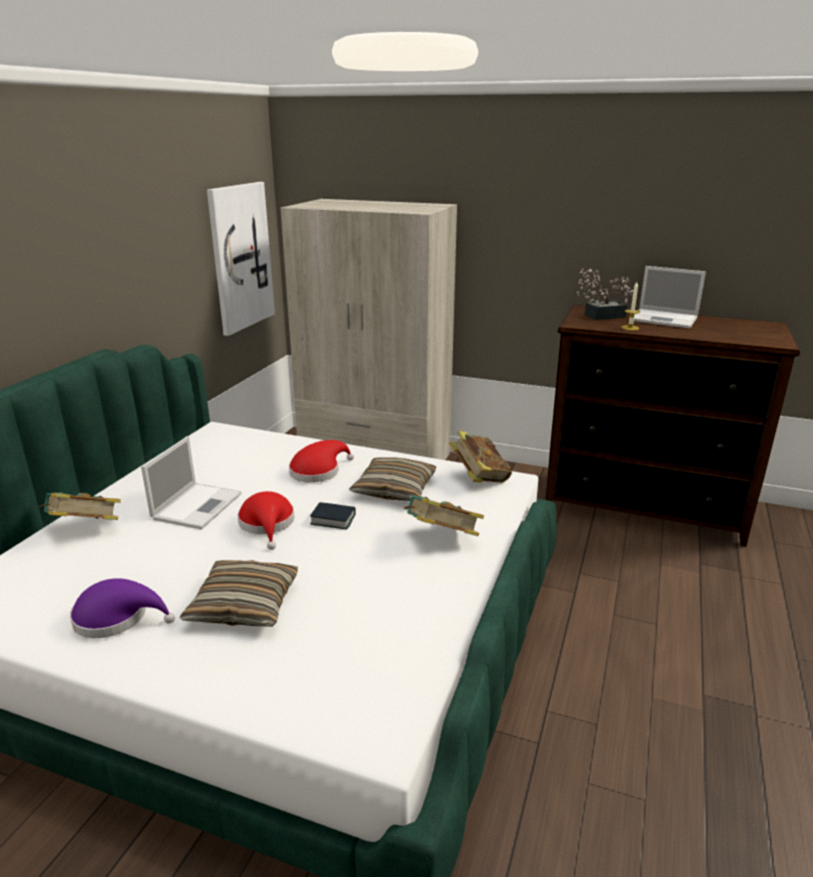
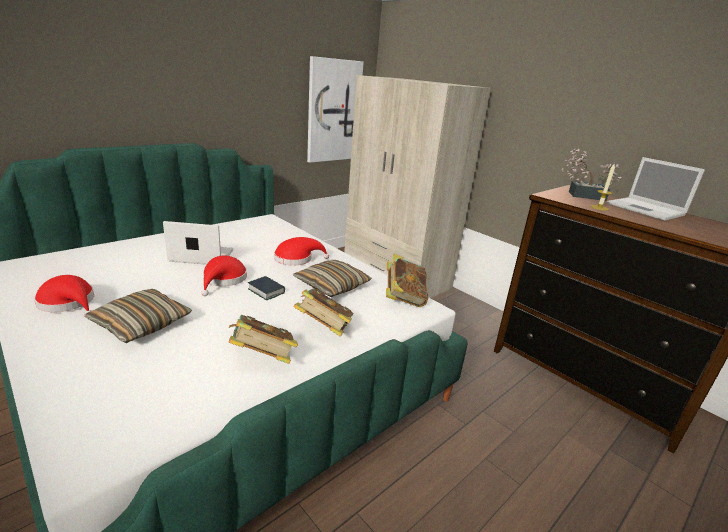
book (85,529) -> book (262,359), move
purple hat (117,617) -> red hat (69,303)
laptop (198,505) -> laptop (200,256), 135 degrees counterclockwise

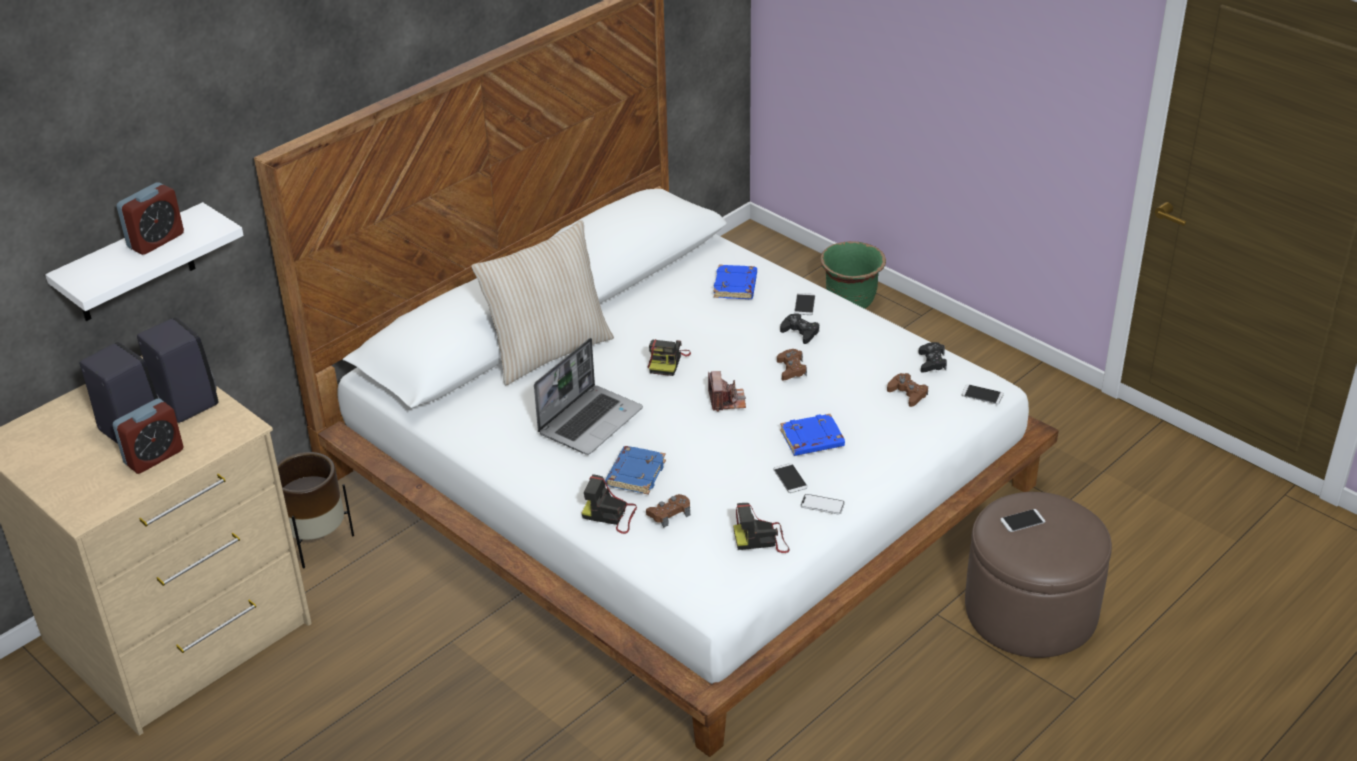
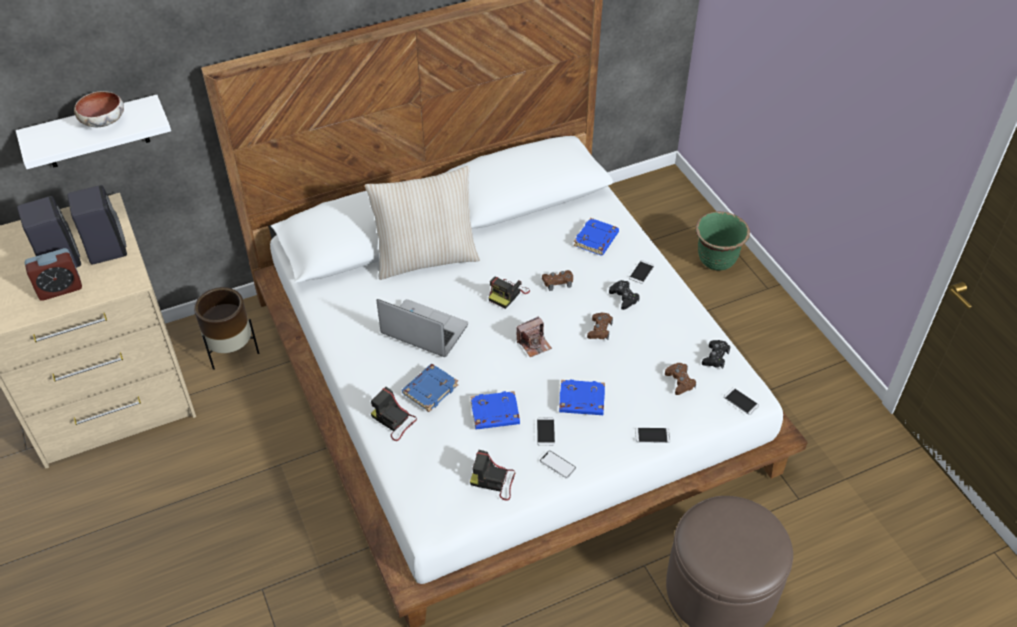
alarm clock (156,241) -> bowl (104,121)
laptop (590,421) -> laptop (423,330), 120 degrees counterclockwise
brown game controller (669,514) -> brown game controller (557,282), move
photo camera (726,400) -> photo camera (534,344), 45 degrees clockwise
phone (1022,521) -> phone (652,435), move
none -> blue book (494,414)

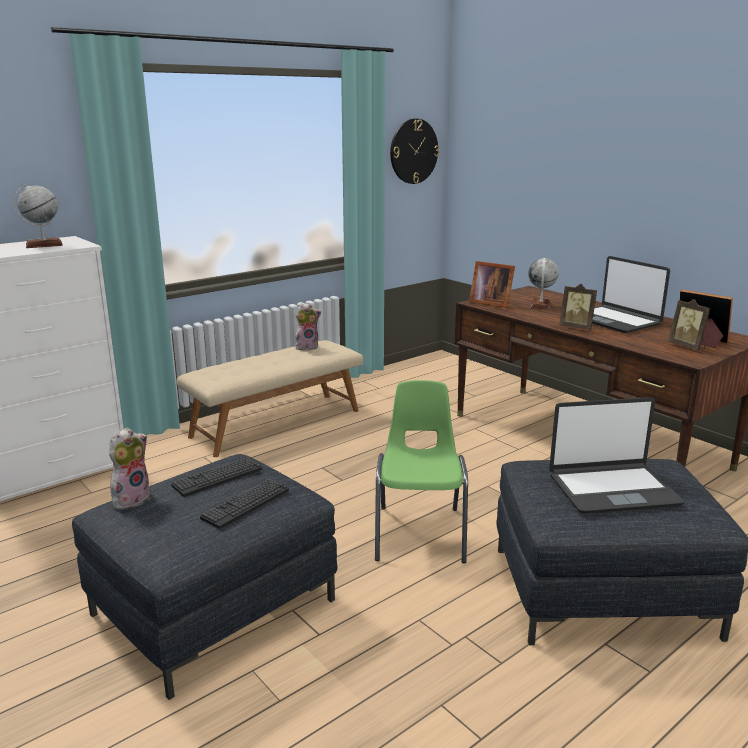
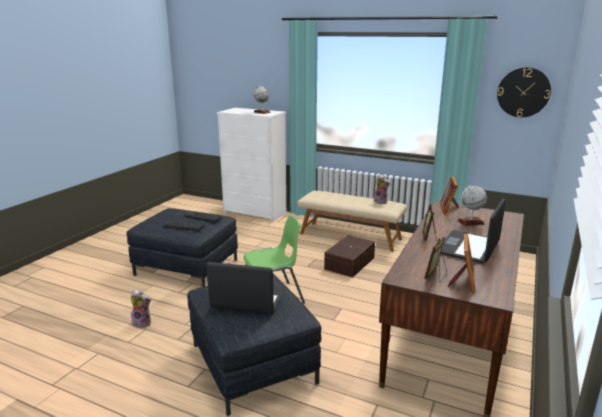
plush toy (131,499) -> plush toy (143,323), move
laptop (612,489) -> laptop (247,300), 135 degrees clockwise
none -> brown storage box (348,263)

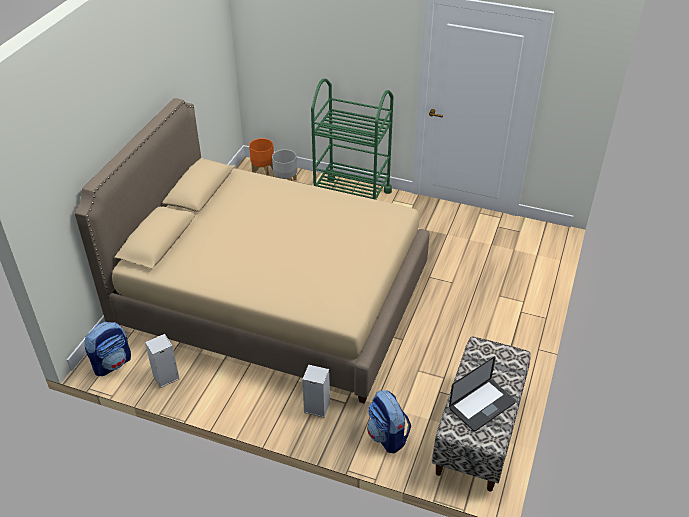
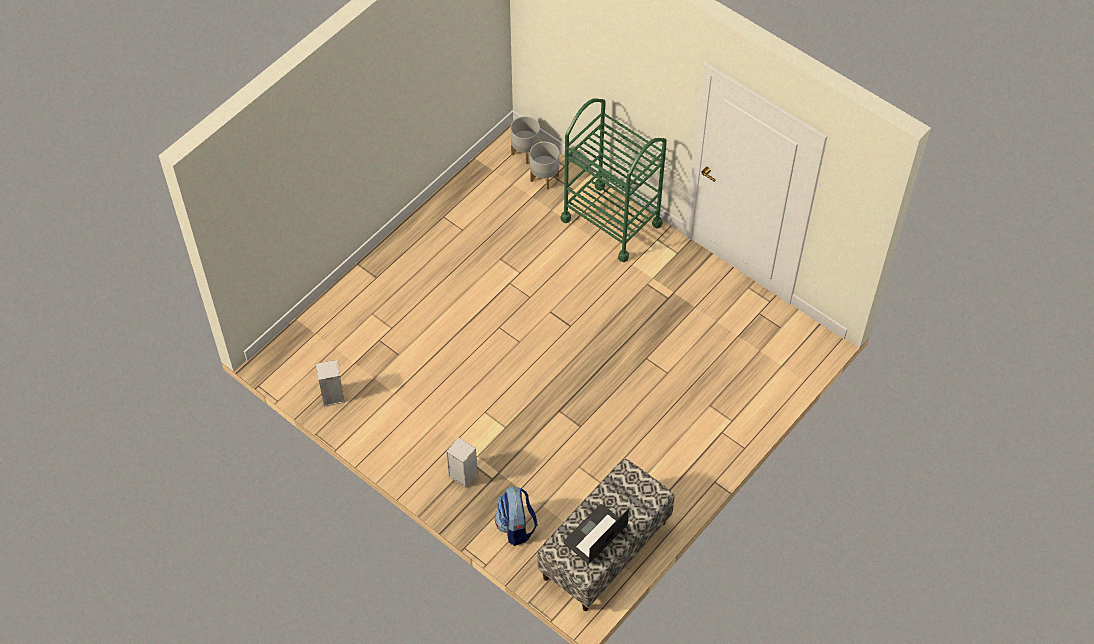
beige bed (273,299) -> none
backpack (112,363) -> none
orange planter (263,171) -> grey planter (525,152)
laptop (482,405) -> laptop (595,534), 150 degrees clockwise

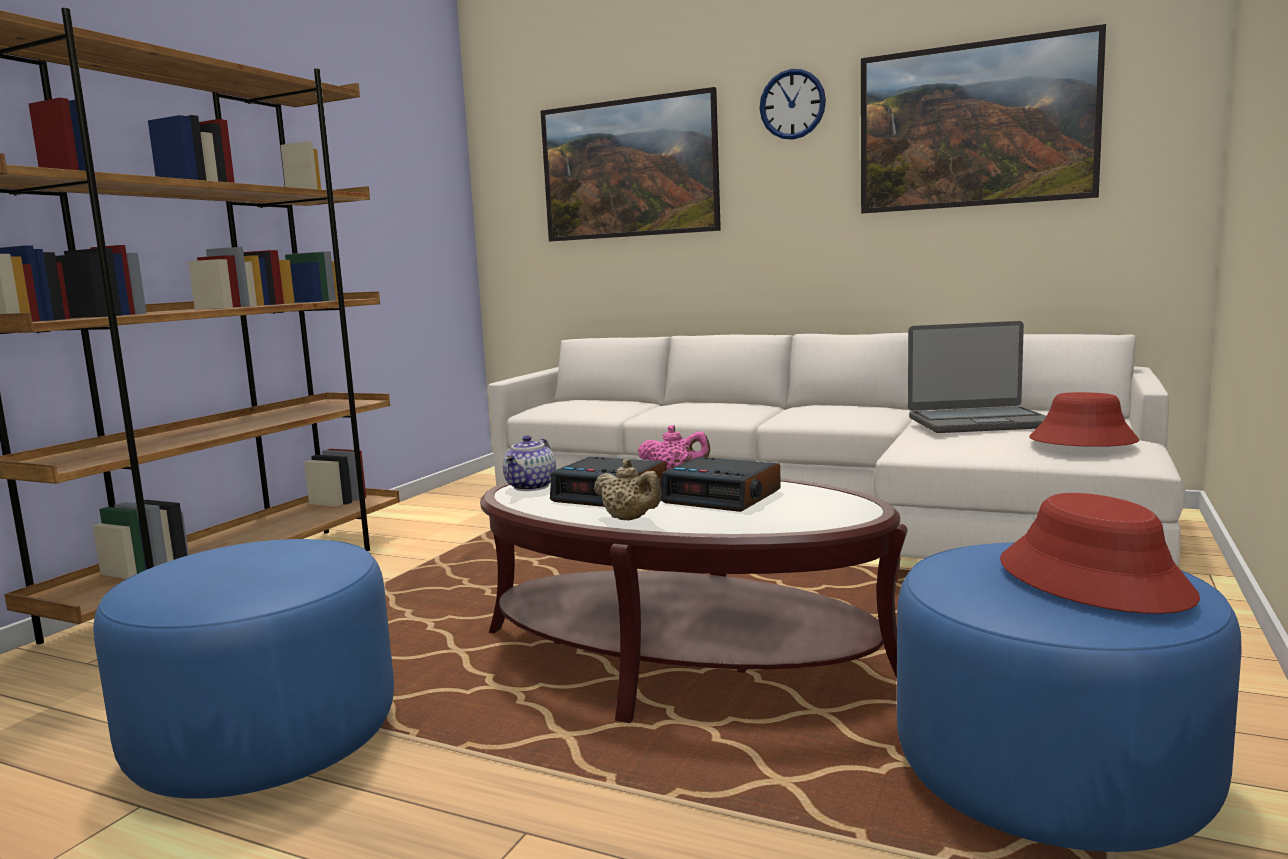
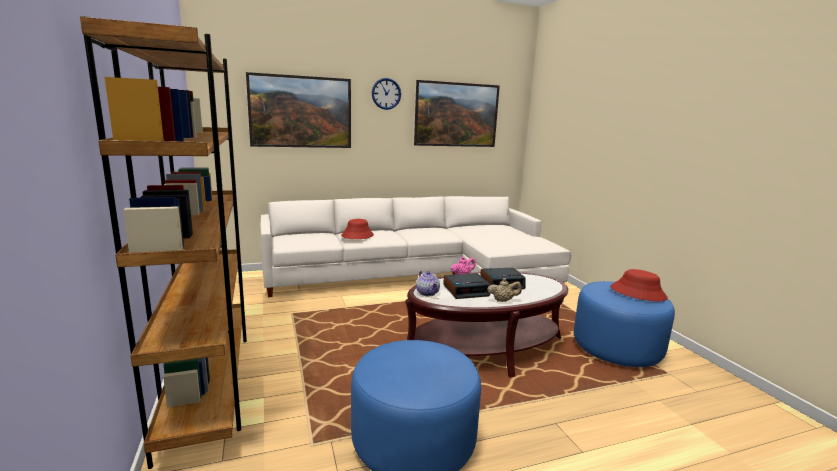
laptop (978,422) -> none
red hat (1082,441) -> red hat (357,236), move

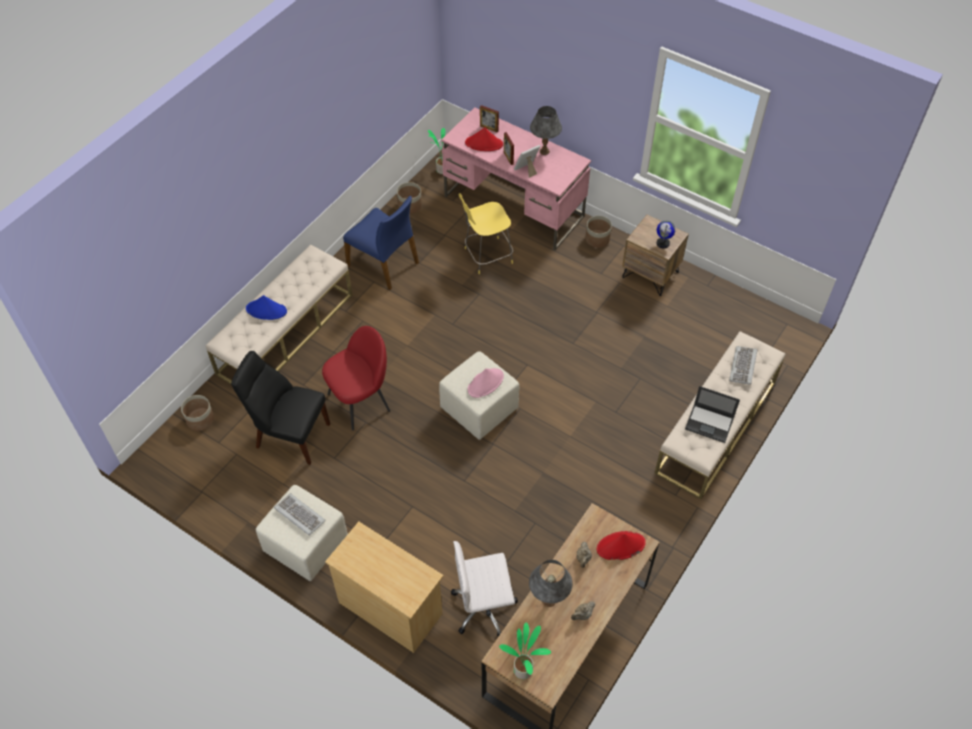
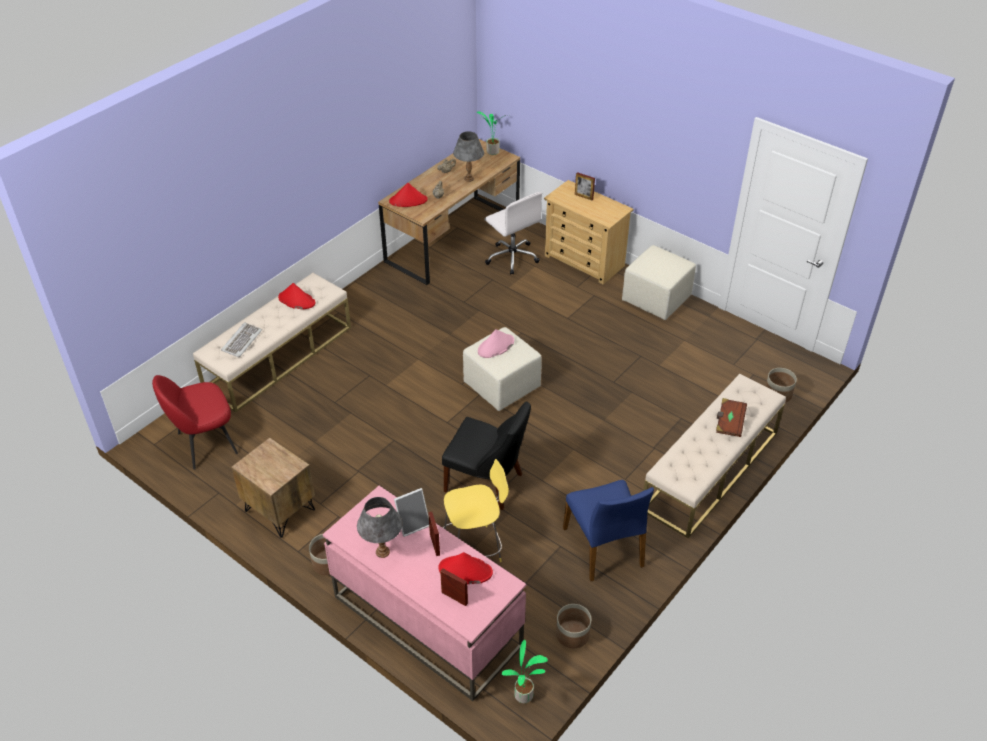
black chair (289,435) -> black chair (487,483), move
blue hat (266,310) -> brown book (729,423)
keyboard (299,515) -> none
red chair (360,401) -> red chair (205,443), move
blue chair (384,264) -> blue chair (604,547), 150 degrees counterclockwise
white office chair (484,607) -> white office chair (512,257), 60 degrees clockwise
globe (663,243) -> none
laptop (710,423) -> red hat (296,300)
none -> picture frame (584,196)

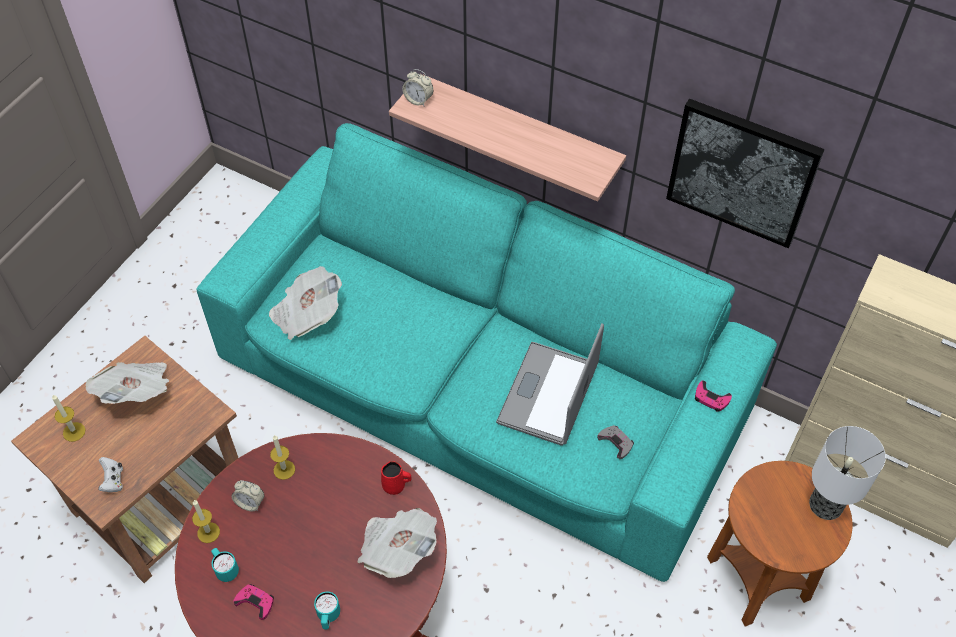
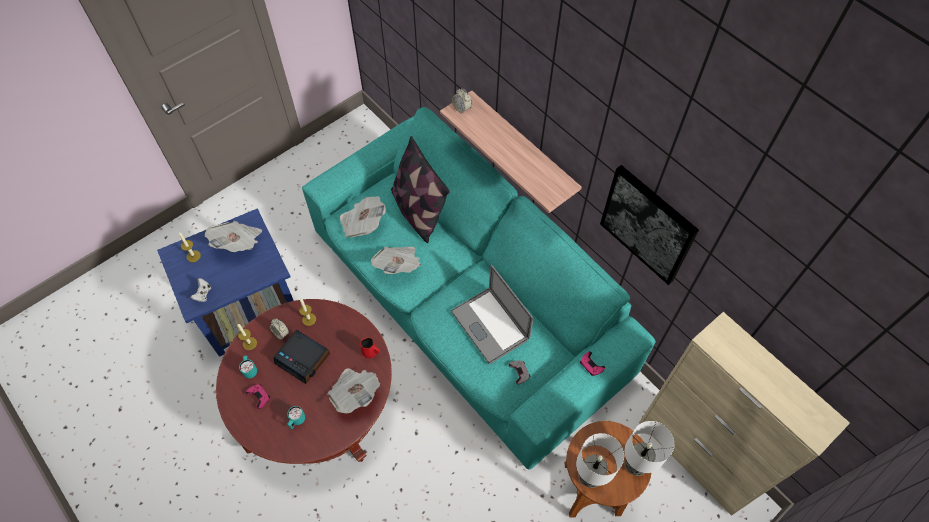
brown side table (162,498) -> blue side table (249,308)
laptop (548,393) -> laptop (490,325), 75 degrees counterclockwise
none -> alarm clock (303,358)
none -> newspaper (398,265)
none -> pillow (418,211)
none -> table lamp (590,476)

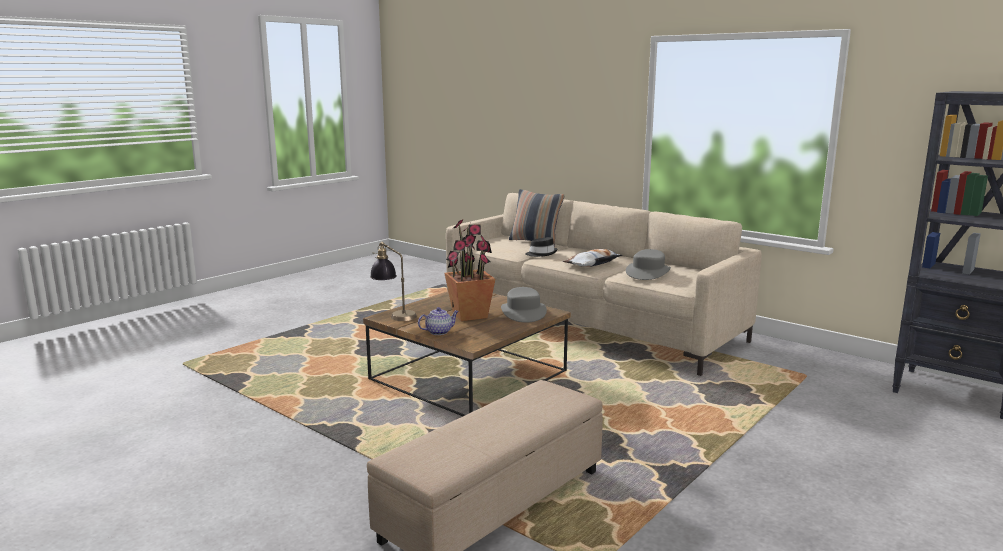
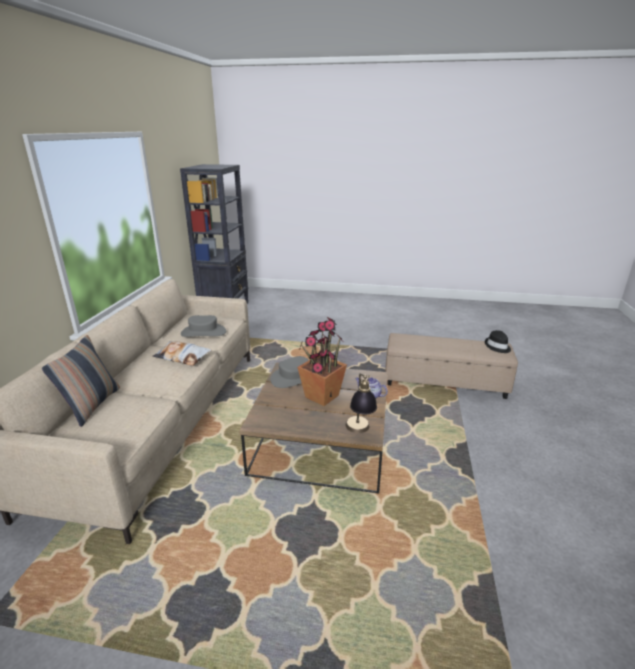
black hat (541,254) -> black hat (497,346), move

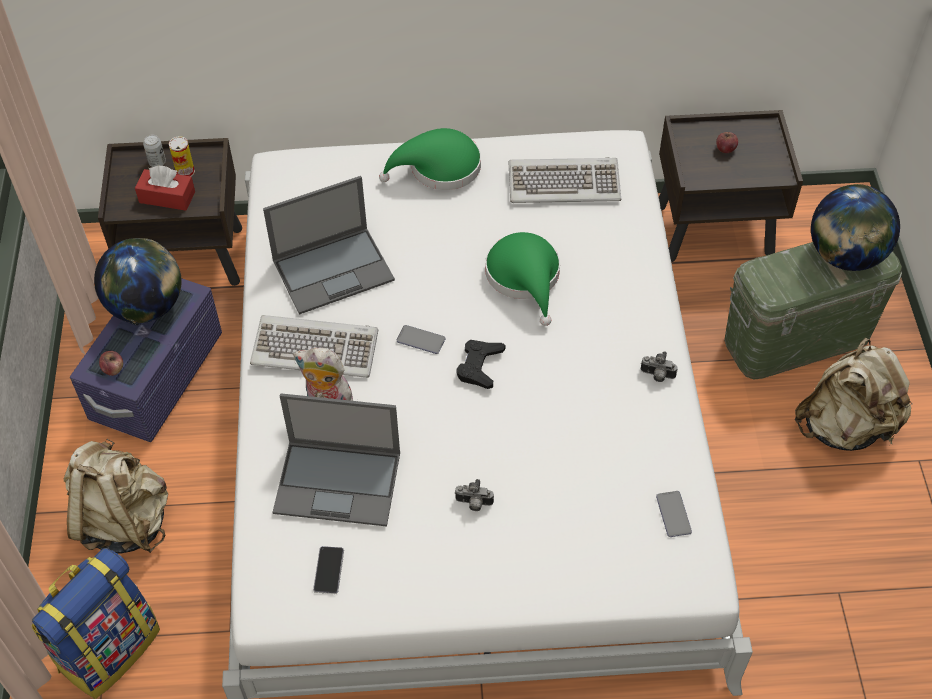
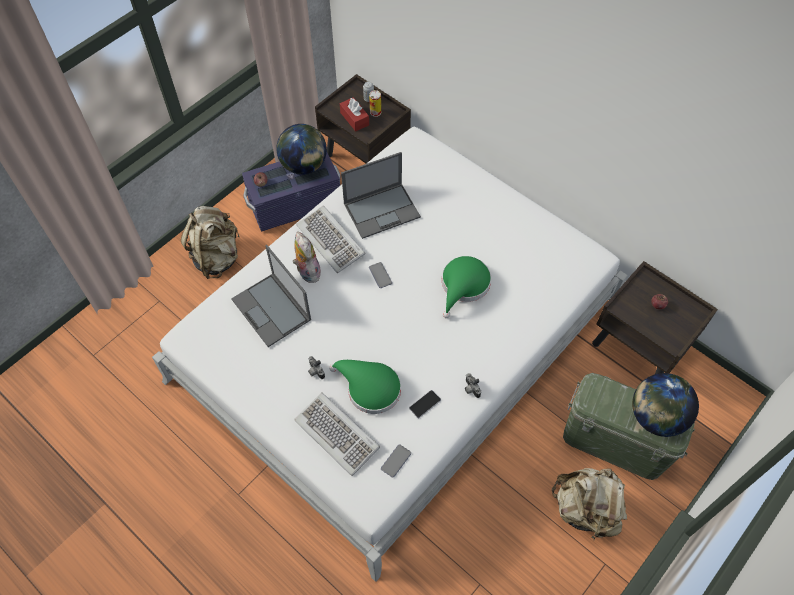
backpack (109,648) -> none
laptop (334,269) -> laptop (382,210), 45 degrees counterclockwise
phone (329,570) -> phone (425,404), move
green hat (439,168) -> green hat (369,388), move
black game controller (479,366) -> none
keyboard (564,183) -> keyboard (338,434), move

